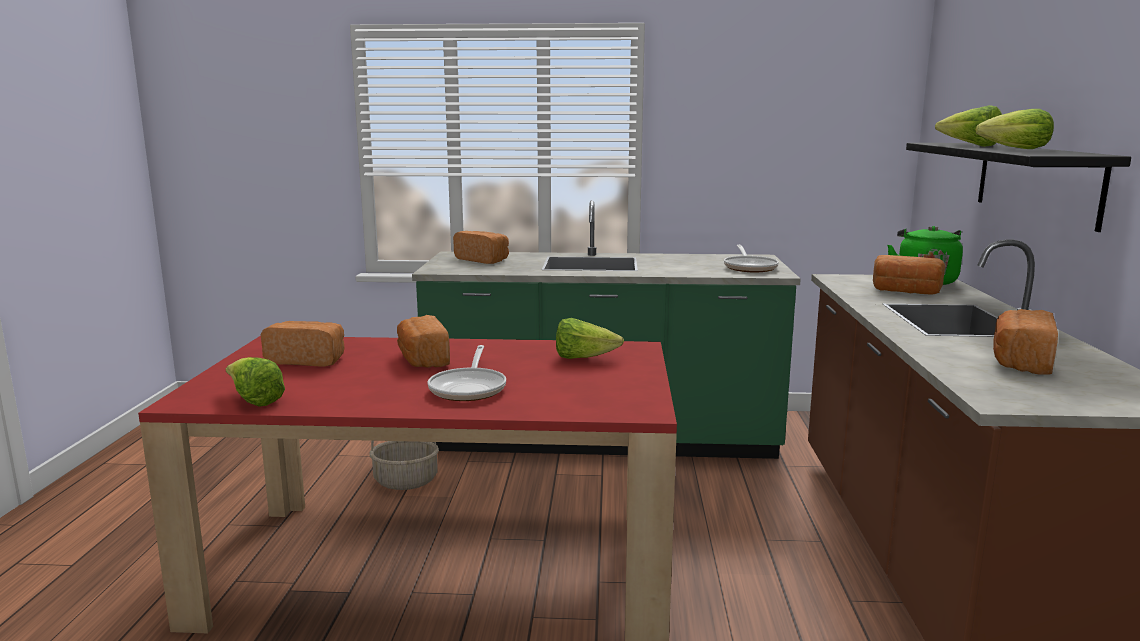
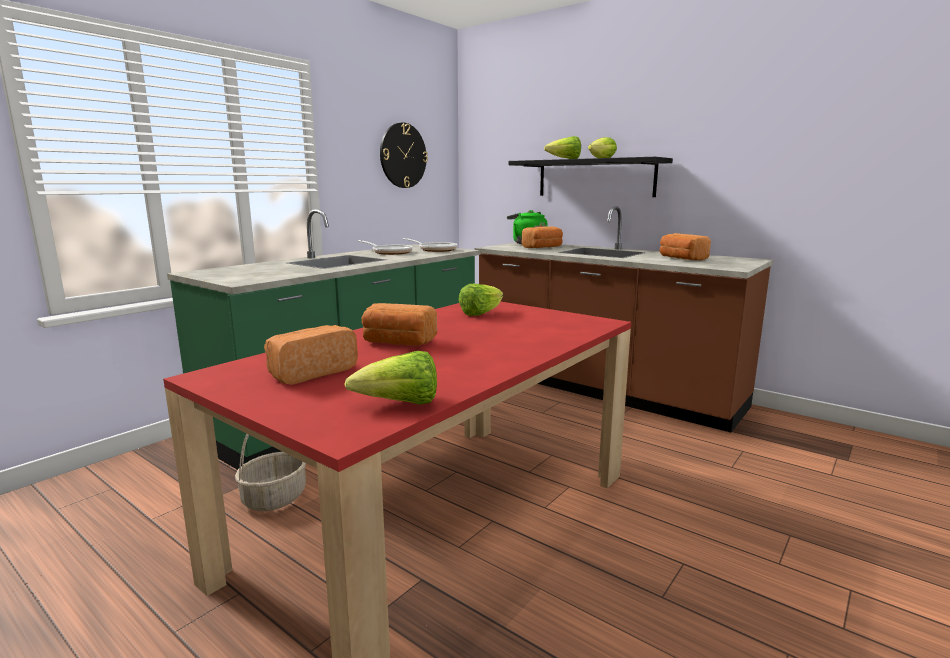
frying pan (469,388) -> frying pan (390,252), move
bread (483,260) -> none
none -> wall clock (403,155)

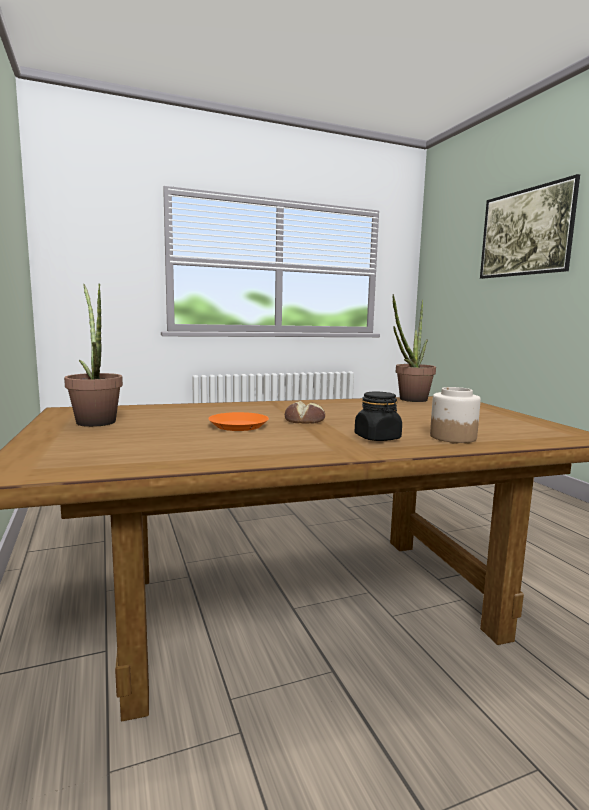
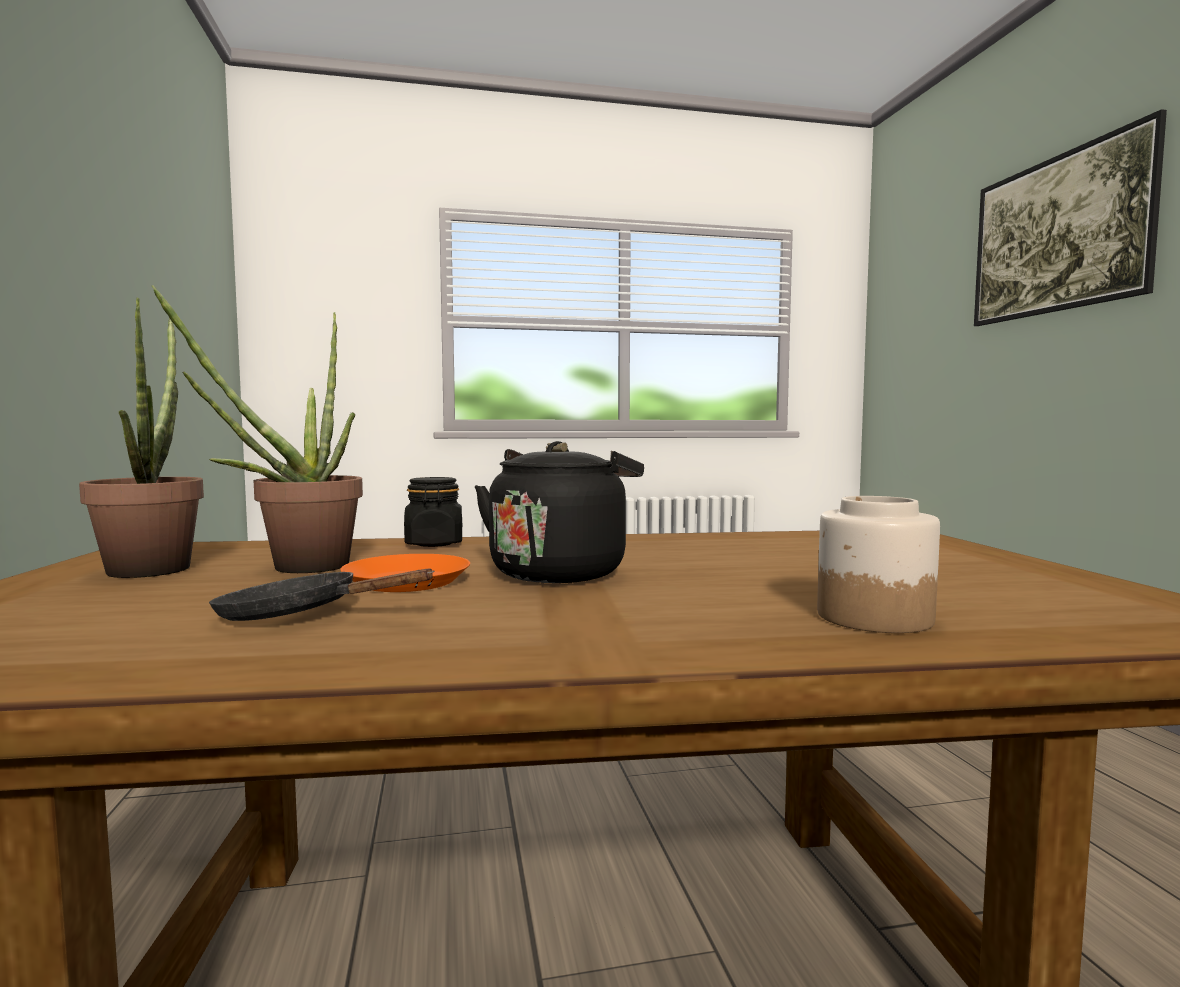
bread (305,420) -> black kettle (561,572)
black jar (377,438) -> black jar (434,543), move
potted plant (409,400) -> potted plant (294,568), move
none -> black frying pan (300,615)

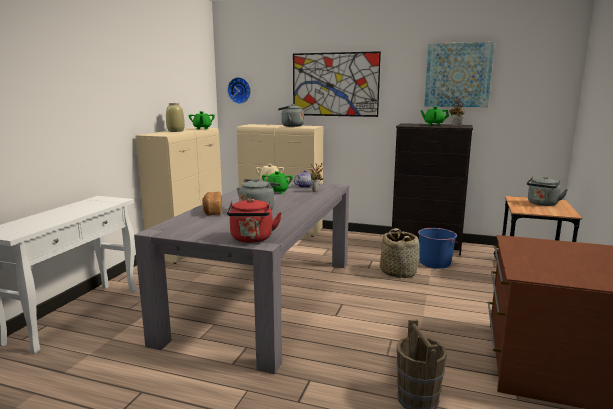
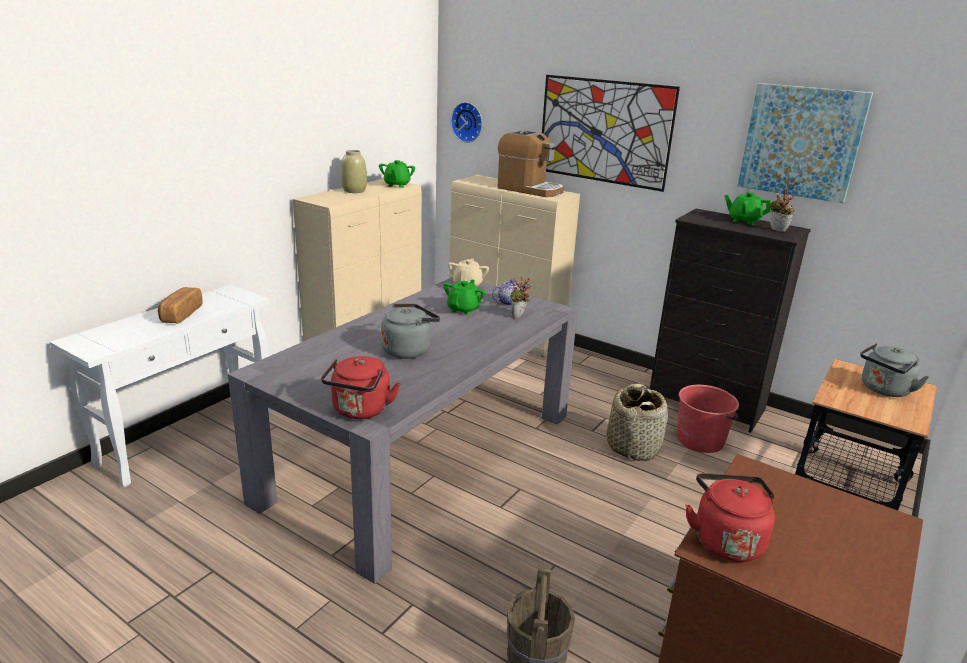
bread (212,211) -> bread (180,315), move
grey kettle (291,126) -> coffee machine (530,189)
blue bucket (435,263) -> red bucket (700,440)
none -> red kettle (726,539)

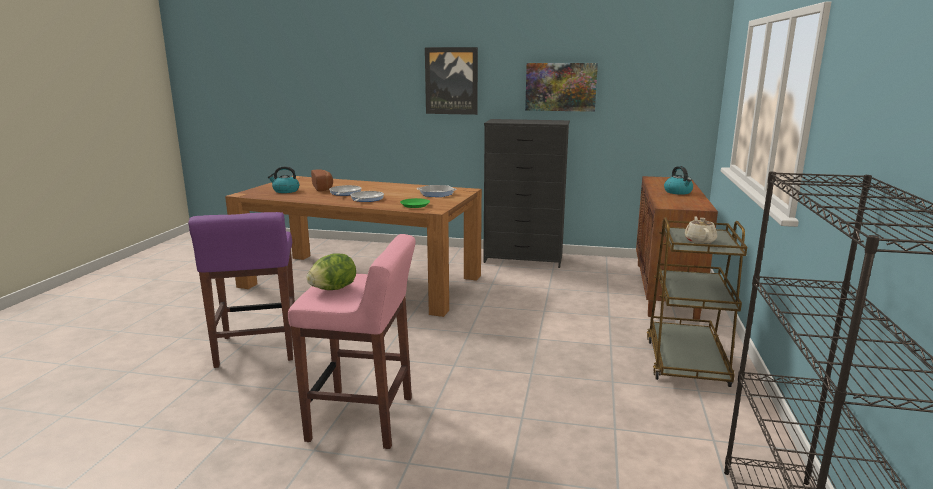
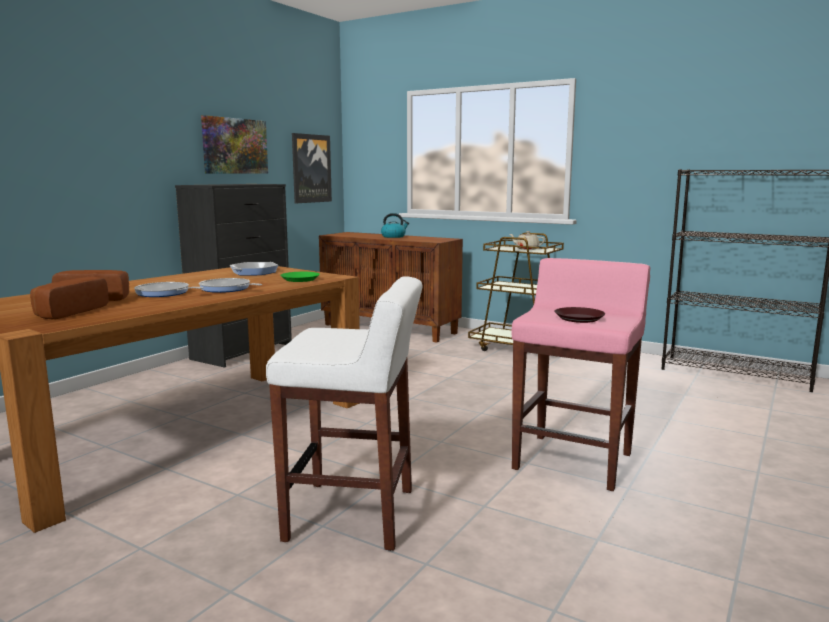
purple stool (257,349) -> white stool (353,515)
kettle (285,191) -> bread (68,312)
lettuce (333,289) -> brown plate (579,318)
picture (451,81) -> picture (311,168), move

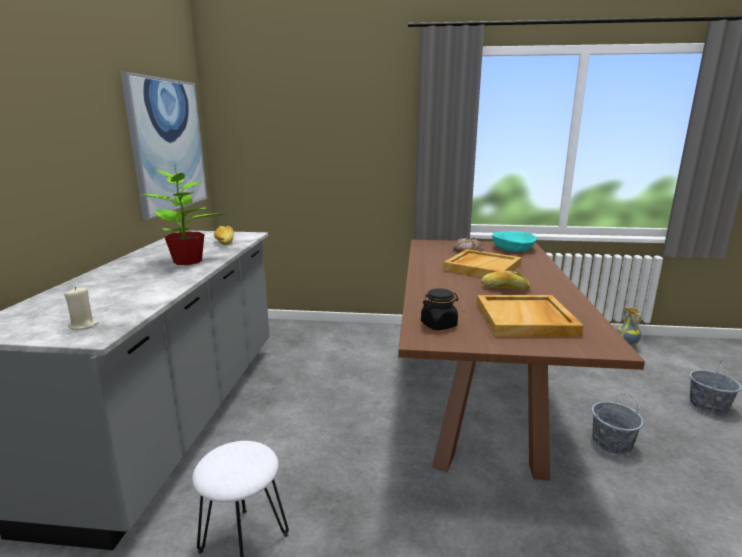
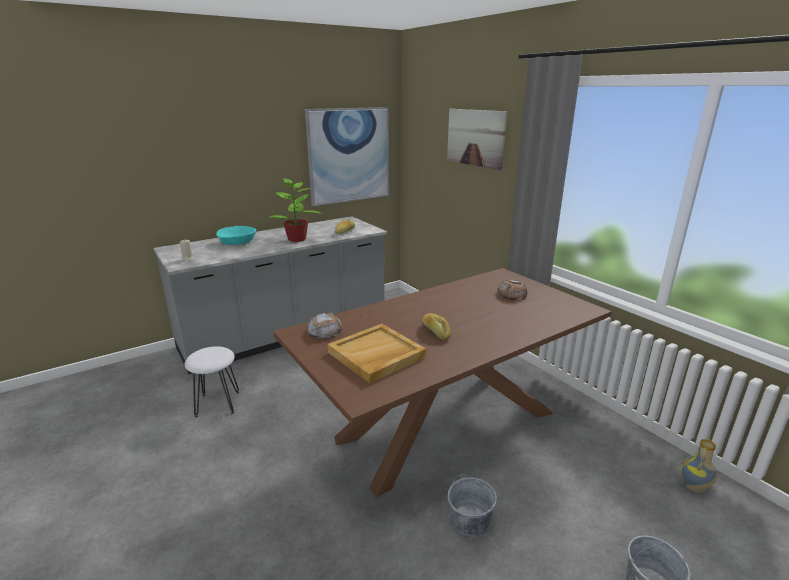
black jar (439,325) -> bread (324,330)
beige tray (482,267) -> none
turquoise bowl (513,248) -> turquoise bowl (238,242), move
none -> picture (475,137)

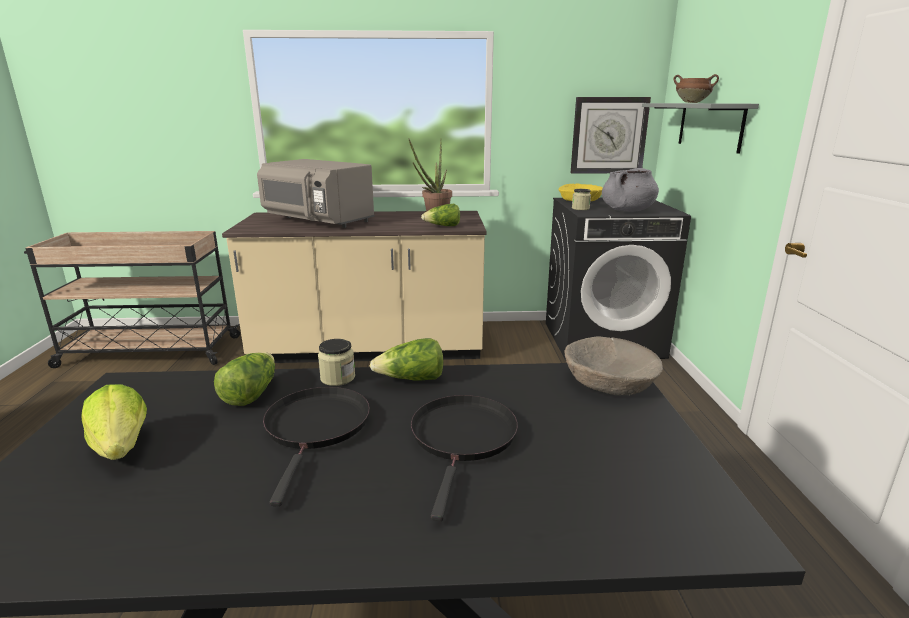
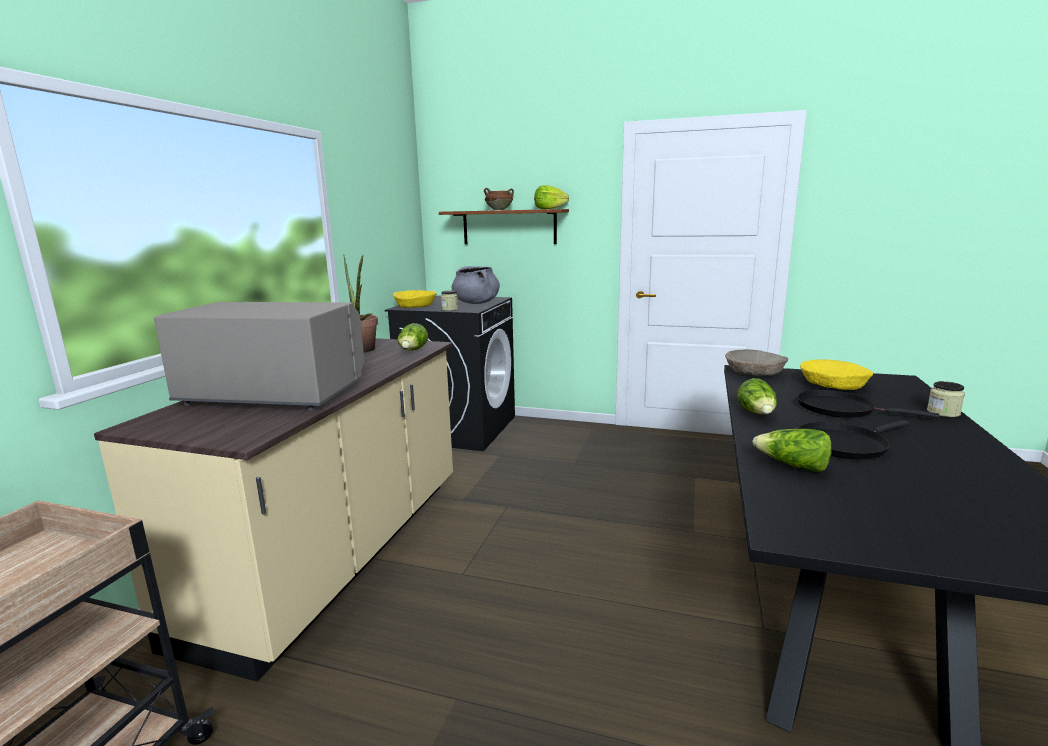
lettuce (121,447) -> lettuce (549,209), move
grey microwave (318,221) -> grey microwave (274,394), 135 degrees counterclockwise
black frying pan (317,428) -> black frying pan (844,444), 45 degrees counterclockwise
jar (337,378) -> jar (943,412), move
wall clock (608,135) -> none
grey shelf (710,125) -> brown shelf (509,227)
none -> yellow bowl (833,385)

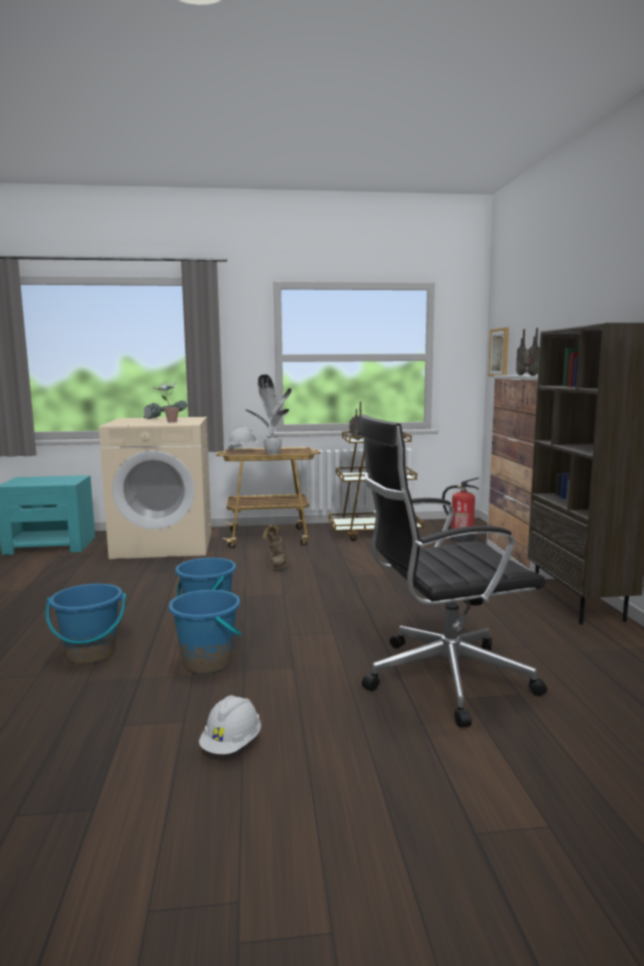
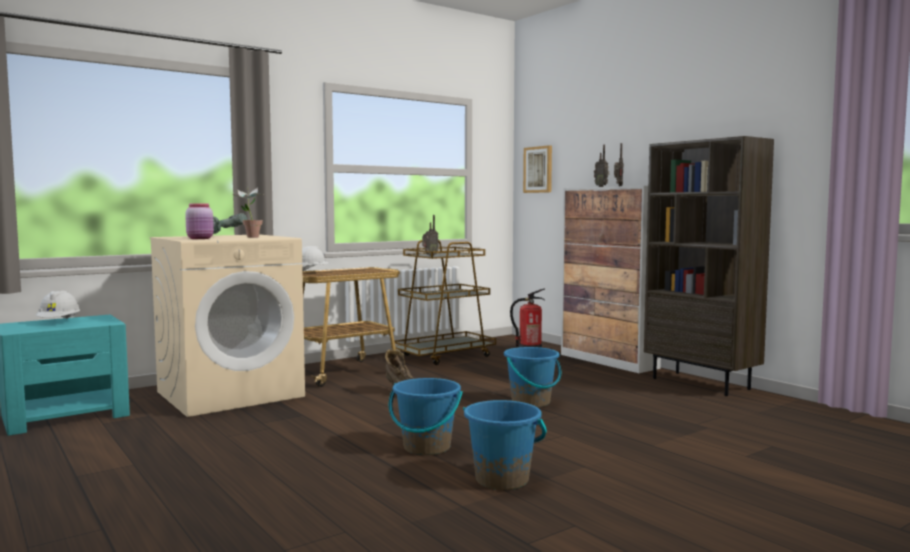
blue bucket (91,654) -> blue bucket (531,403), move
white hard hat (232,745) -> white hard hat (59,322), move
potted plant (272,454) -> none
black office chair (442,678) -> none
none -> pink jar (201,238)

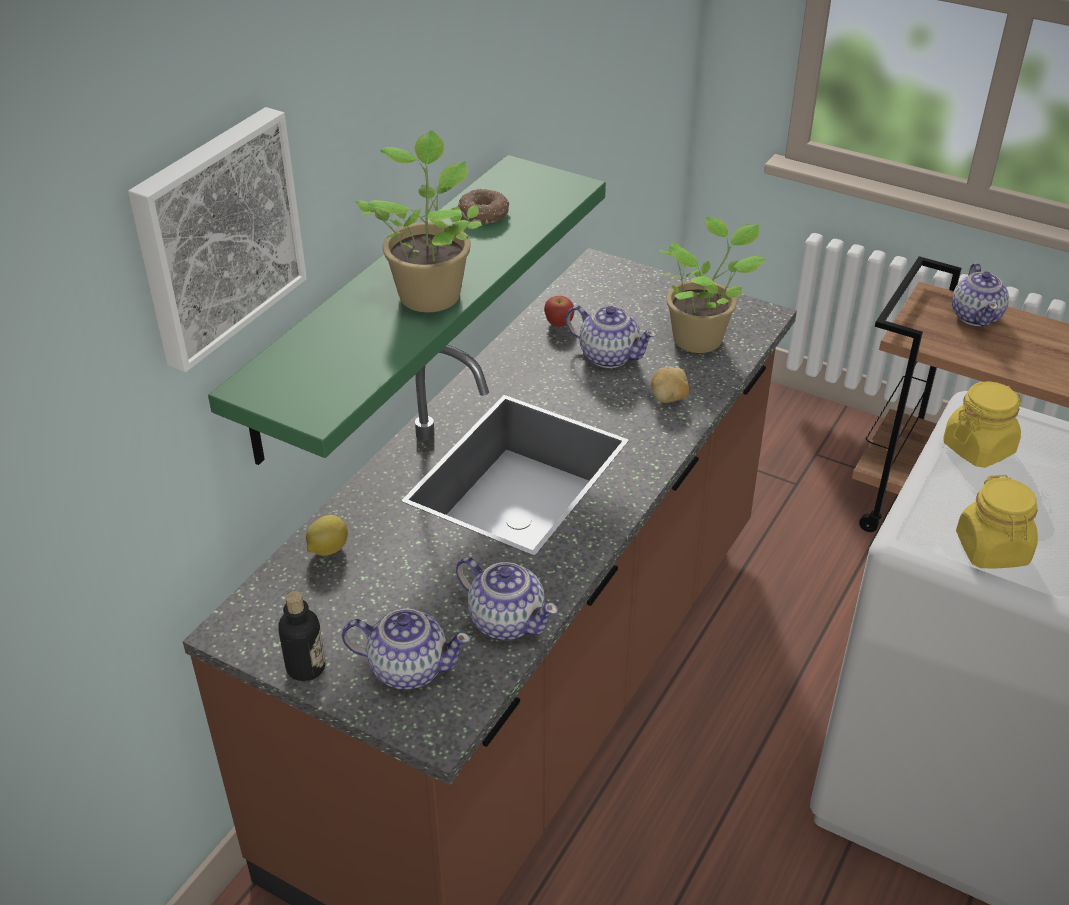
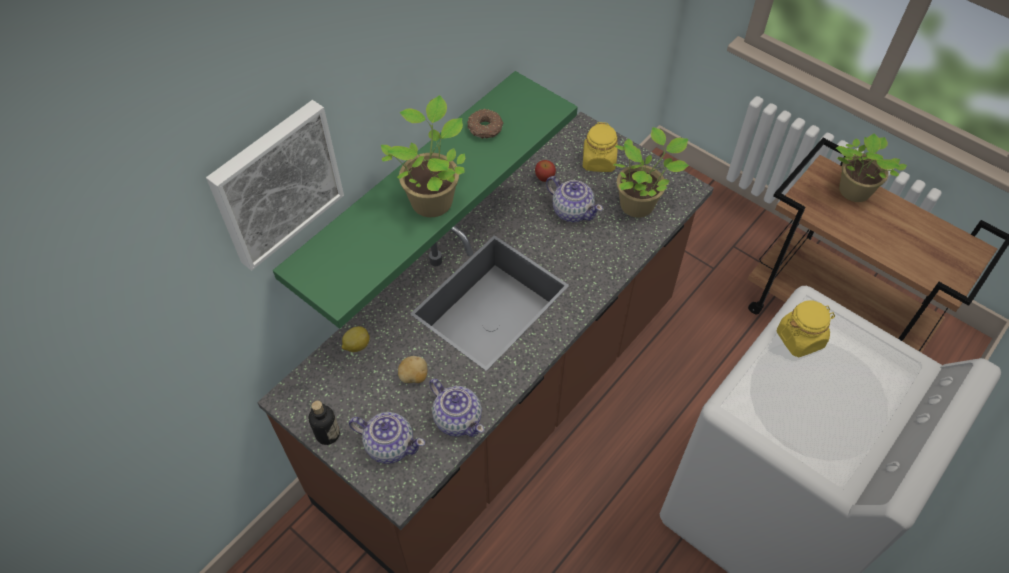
potato (669,398) -> potato (414,377), move
teapot (976,316) -> potted plant (852,192)
yellow jar (992,549) -> yellow jar (599,161), move

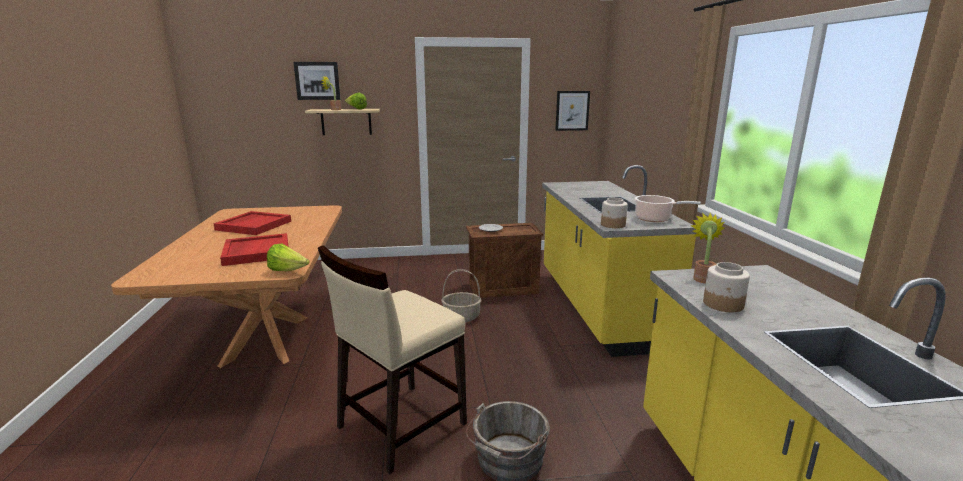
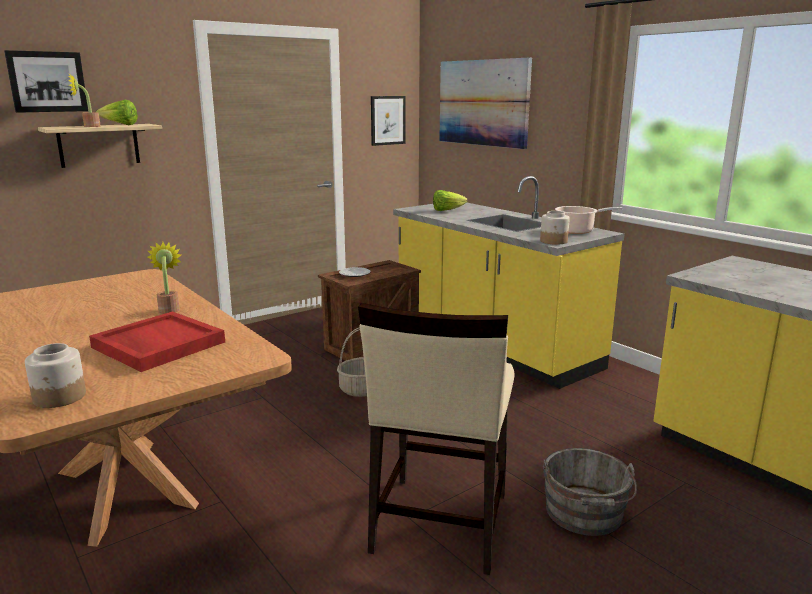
red tray (254,225) -> none
lettuce (288,271) -> lettuce (447,210), move
potted plant (702,278) -> potted plant (169,309), move
jar (723,304) -> jar (60,397), move
none -> picture (483,103)

